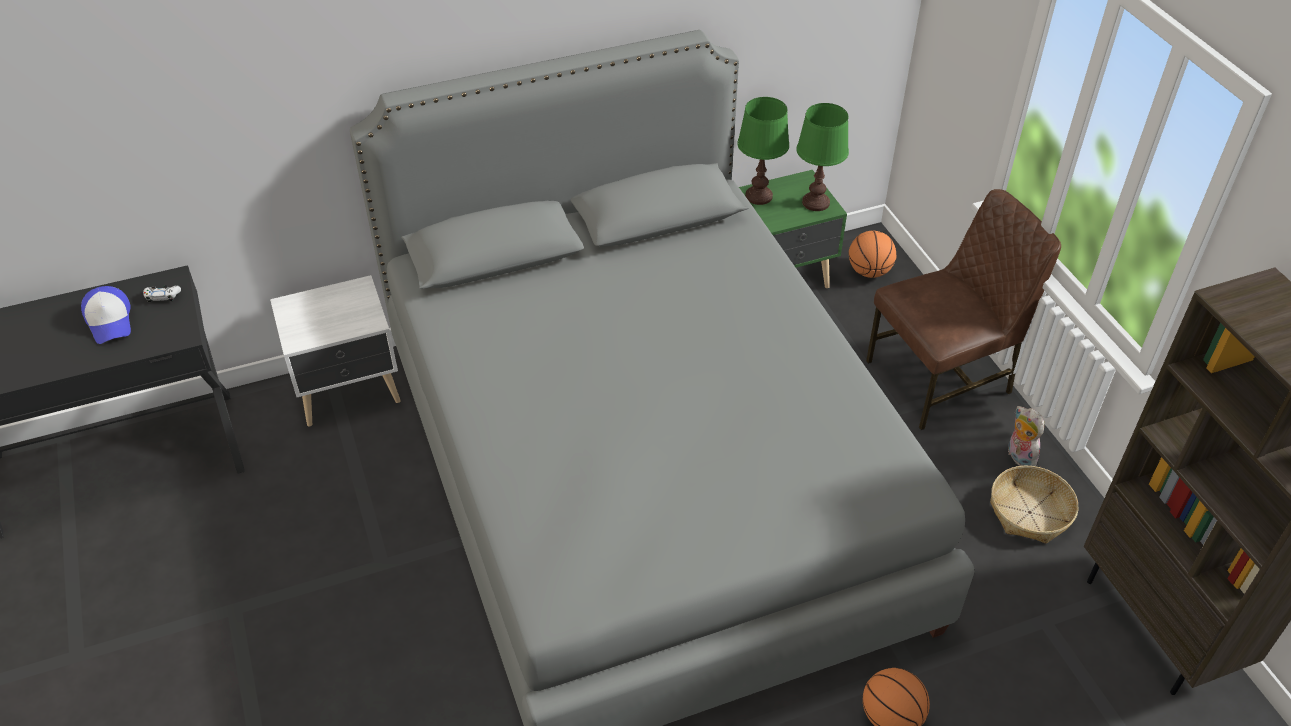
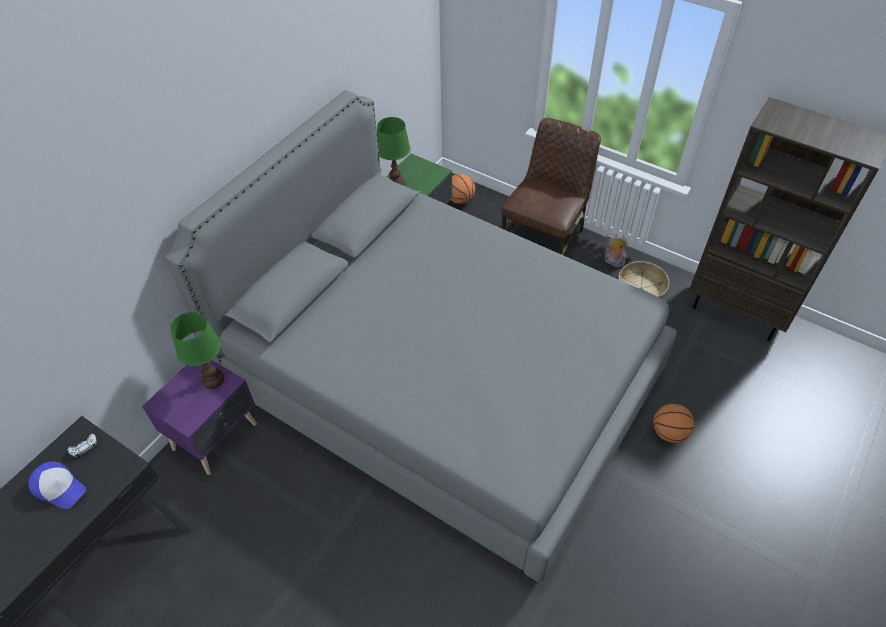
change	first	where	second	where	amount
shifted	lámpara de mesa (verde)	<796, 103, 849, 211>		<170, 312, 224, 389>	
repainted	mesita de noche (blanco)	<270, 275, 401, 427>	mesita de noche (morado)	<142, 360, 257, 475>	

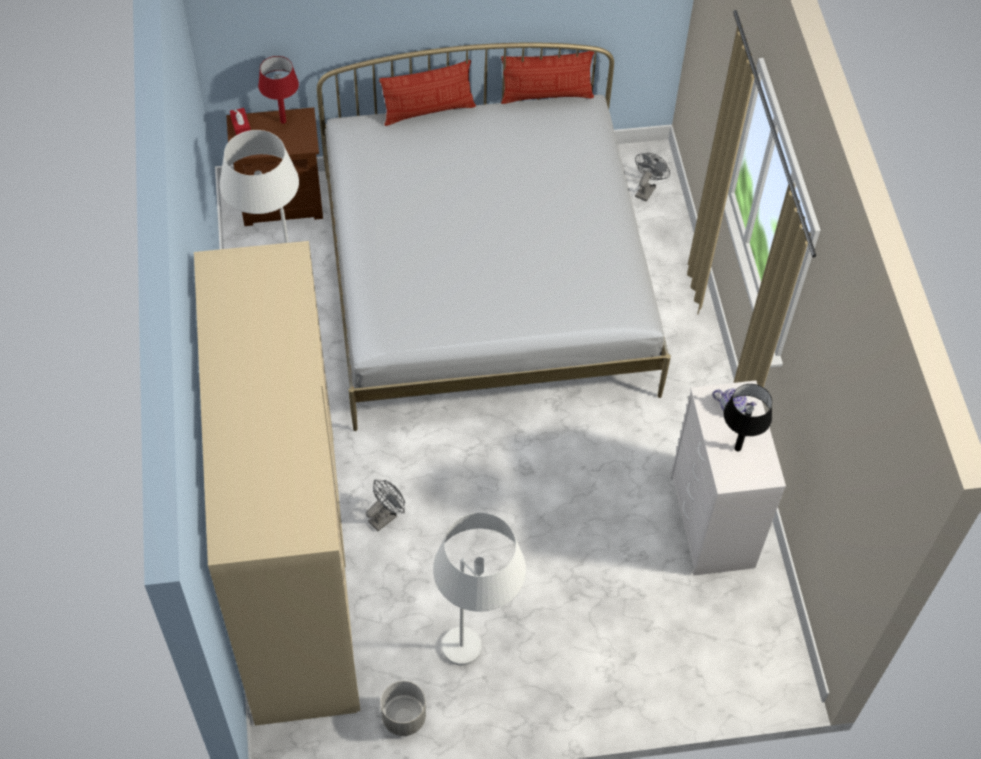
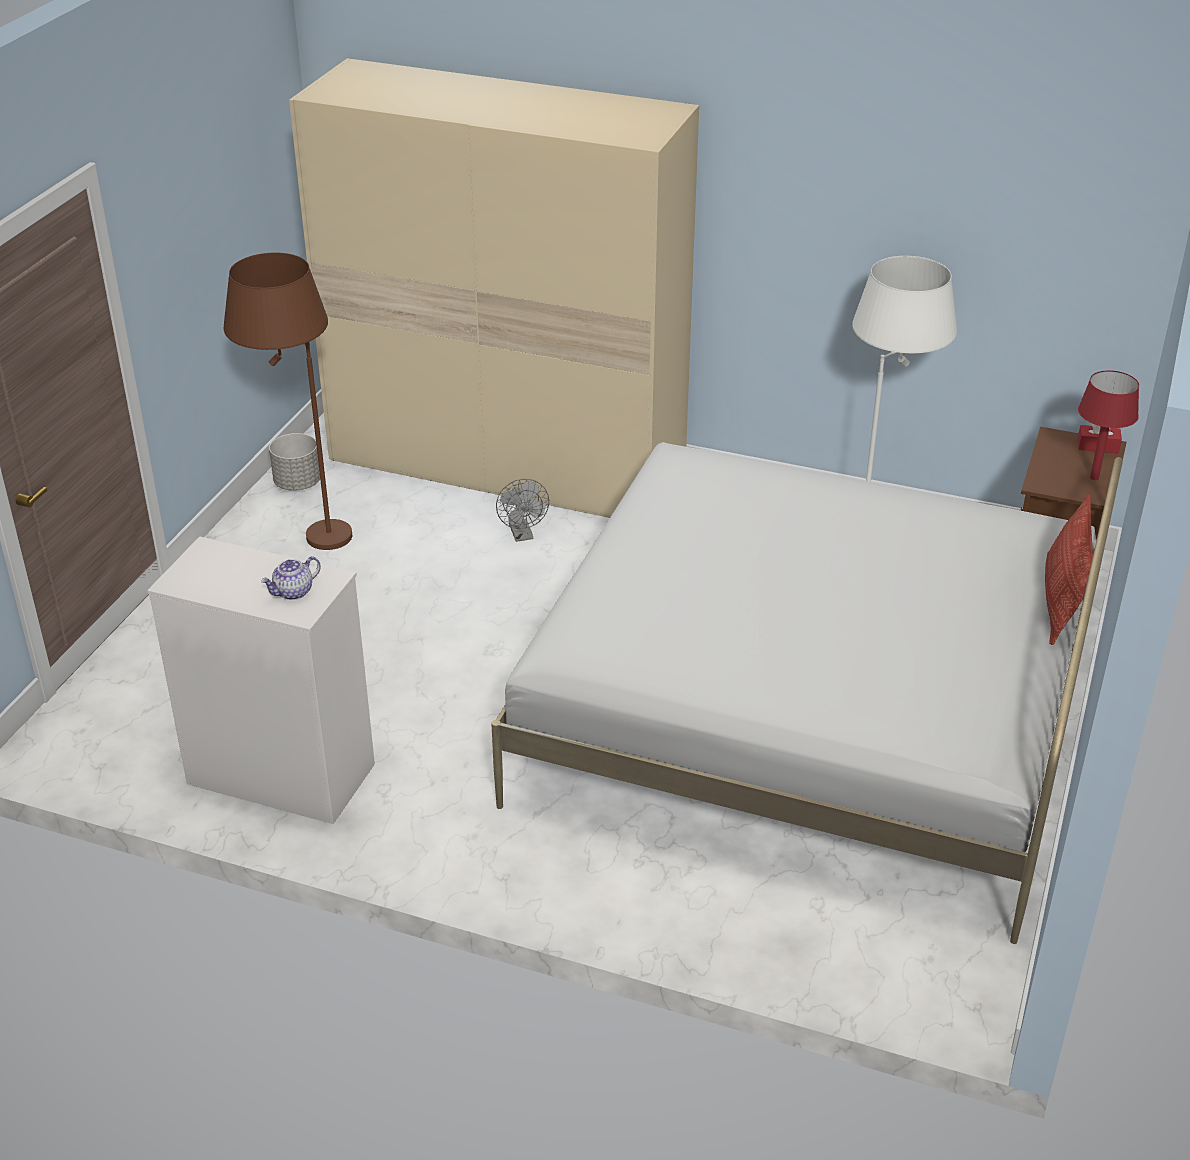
change	first	where	second	where	amount
gone	cojín	<501, 51, 594, 104>			
gone	ventilador (gris)	<635, 153, 670, 202>			
gone	lámpara de mesa (negro)	<724, 384, 772, 452>			
repainted	lámpara de pie (blanco)	<433, 513, 526, 666>	lámpara de pie (marrón)	<224, 253, 352, 550>	

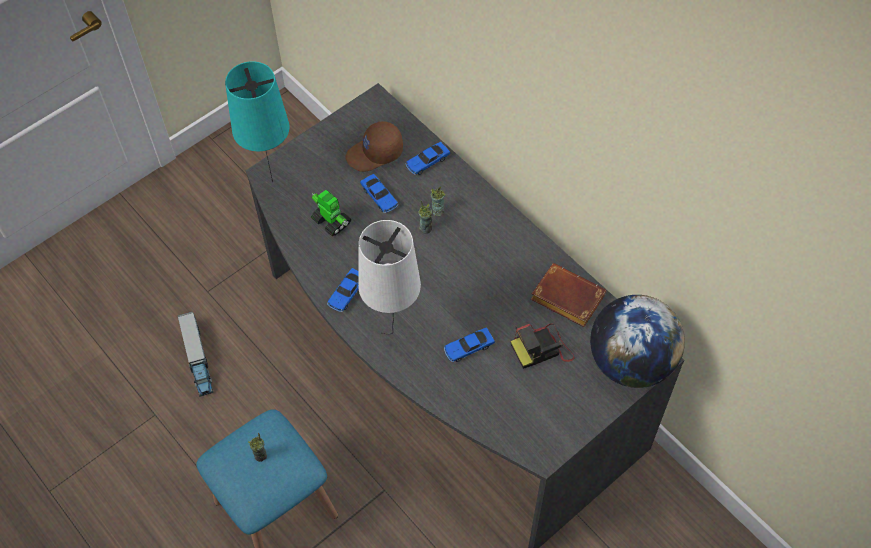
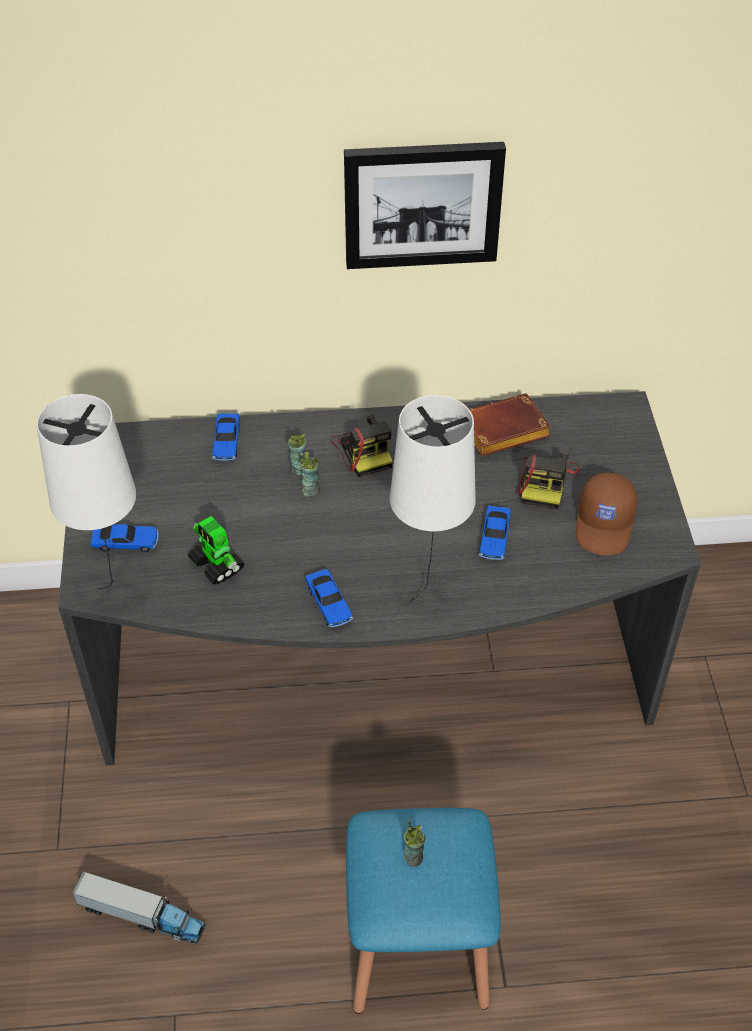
change	first	where	second	where	amount
repainted	lámpara de mesa (turquesa)	<225, 61, 289, 182>	lámpara de mesa (blanco)	<37, 394, 136, 589>	
shifted	gorra (marrón)	<345, 121, 403, 172>		<576, 472, 637, 555>	
shifted	coche de juguete	<360, 174, 399, 213>		<90, 524, 159, 552>	
rotated	robot de juguete	<311, 190, 351, 237>		<188, 516, 245, 585>	120 degrees counterclockwise
gone	globo terráqueo	<590, 295, 685, 388>			
new			cuadro	<344, 142, 506, 269>	
new			cámara	<331, 415, 393, 477>	

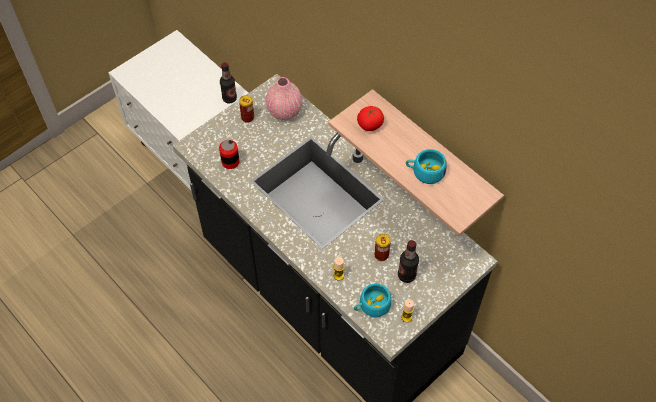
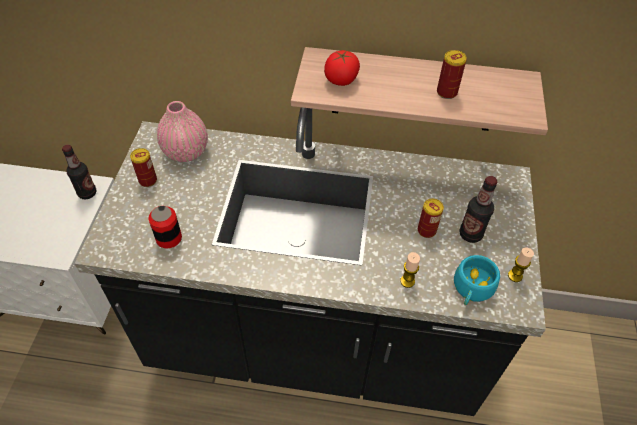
change	first	where	second	where	amount
swapped	taza (turquesa)	<406, 149, 446, 184>	lata	<437, 50, 467, 99>	

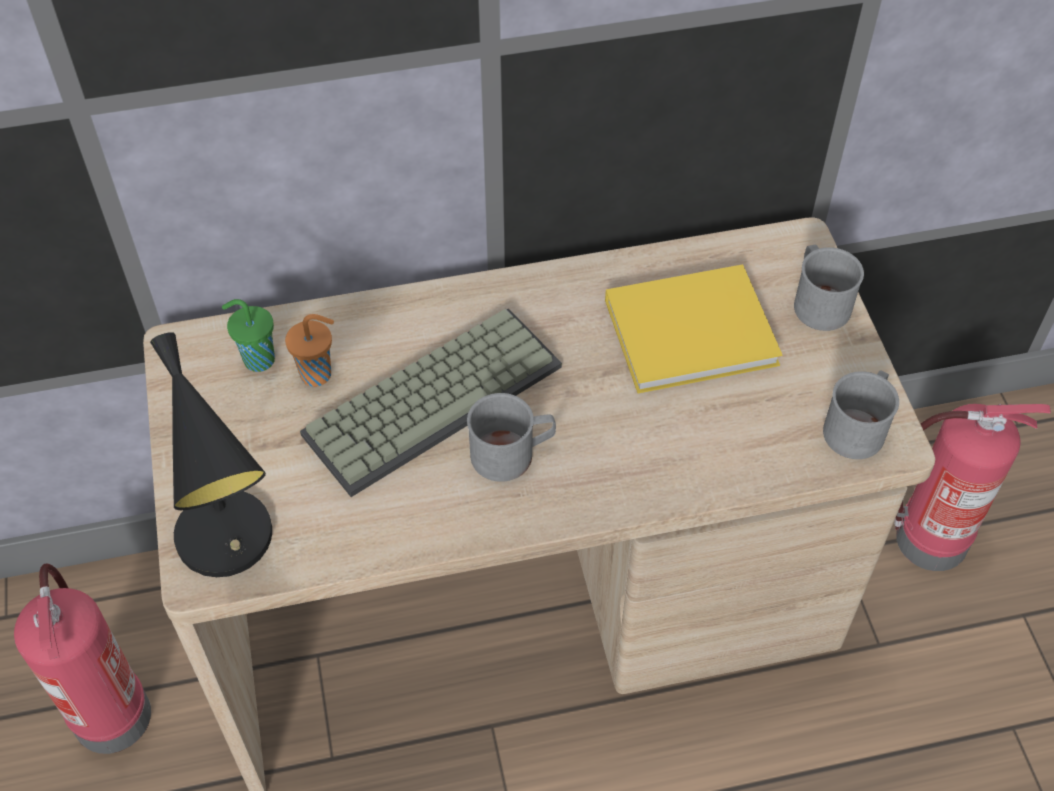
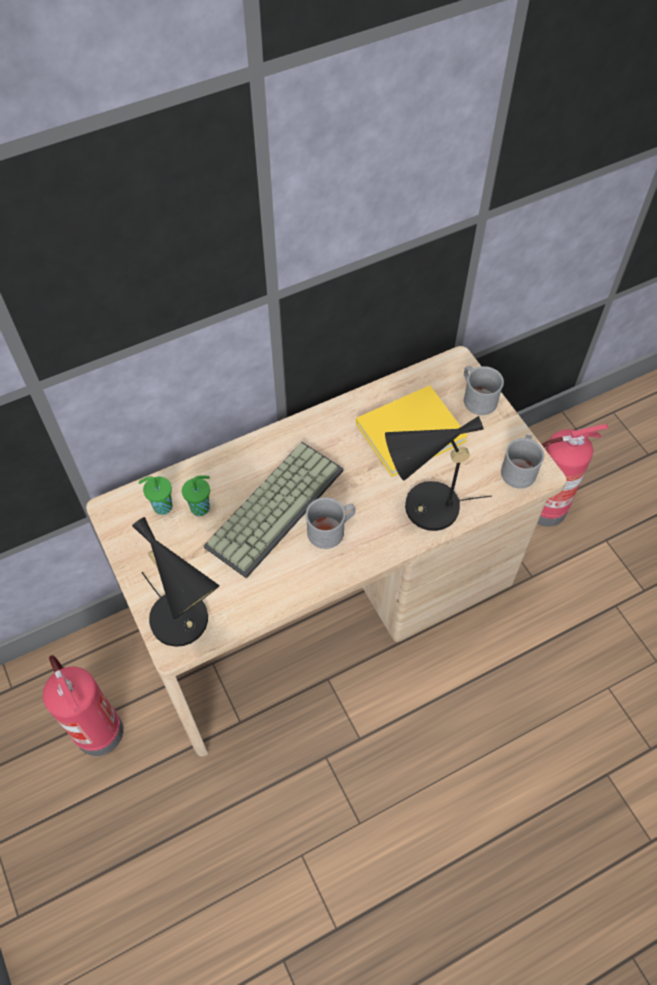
change	first	where	second	where	amount
repainted	taza (naranja)	<285, 314, 334, 387>	taza (verde)	<182, 475, 210, 516>	
new			lámpara de mesa (negro)	<385, 416, 492, 531>	

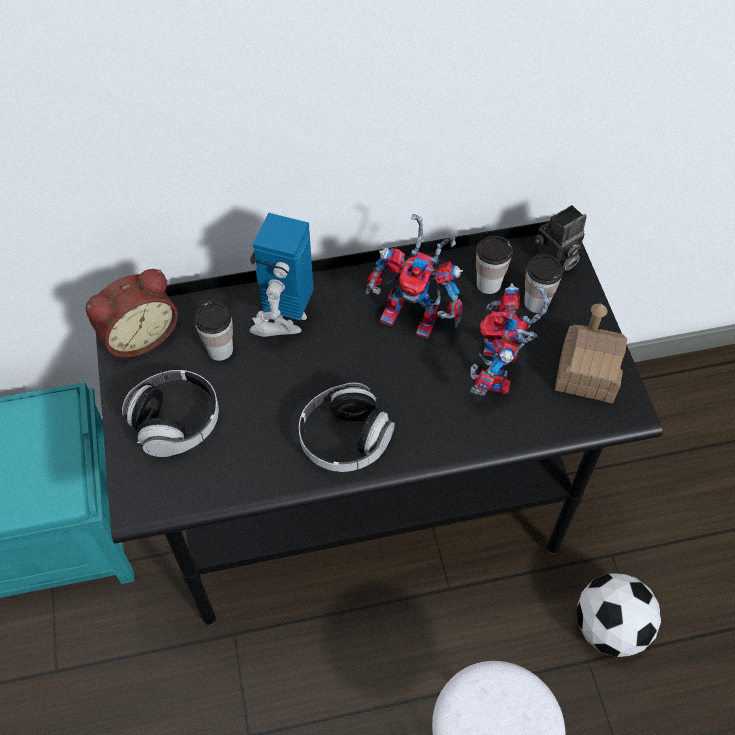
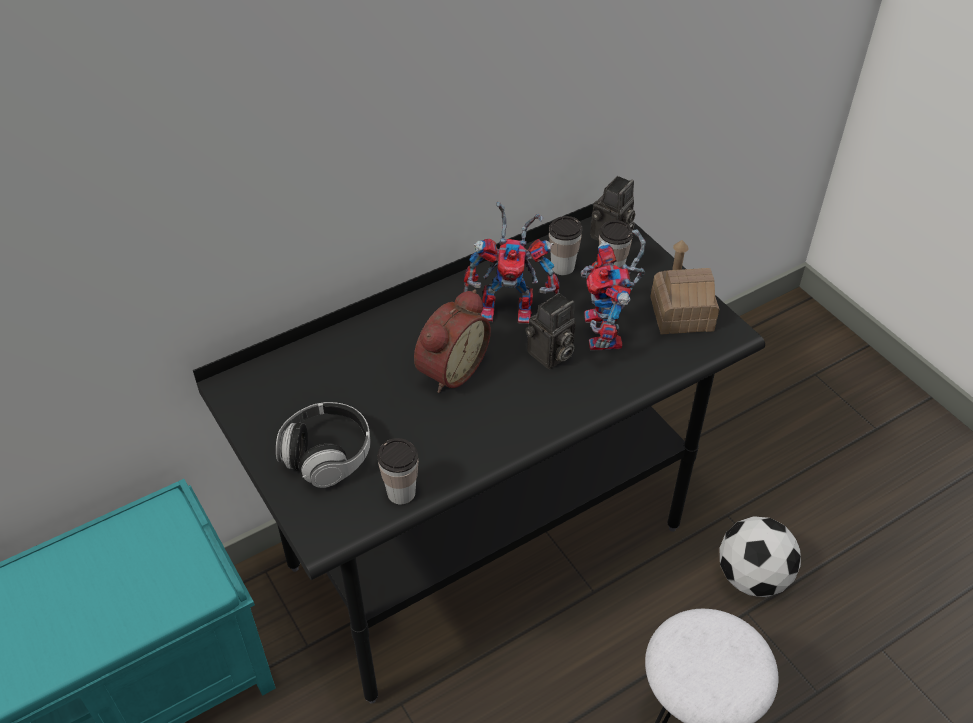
change	first	where	second	where	amount
gone	robot de juguete	<250, 213, 314, 337>			
shifted	despertador	<86, 269, 178, 358>		<414, 289, 491, 393>	
shifted	taza	<194, 301, 233, 361>		<377, 438, 418, 504>	
gone	auriculares	<299, 383, 395, 472>			
new			cámara	<526, 293, 576, 369>	

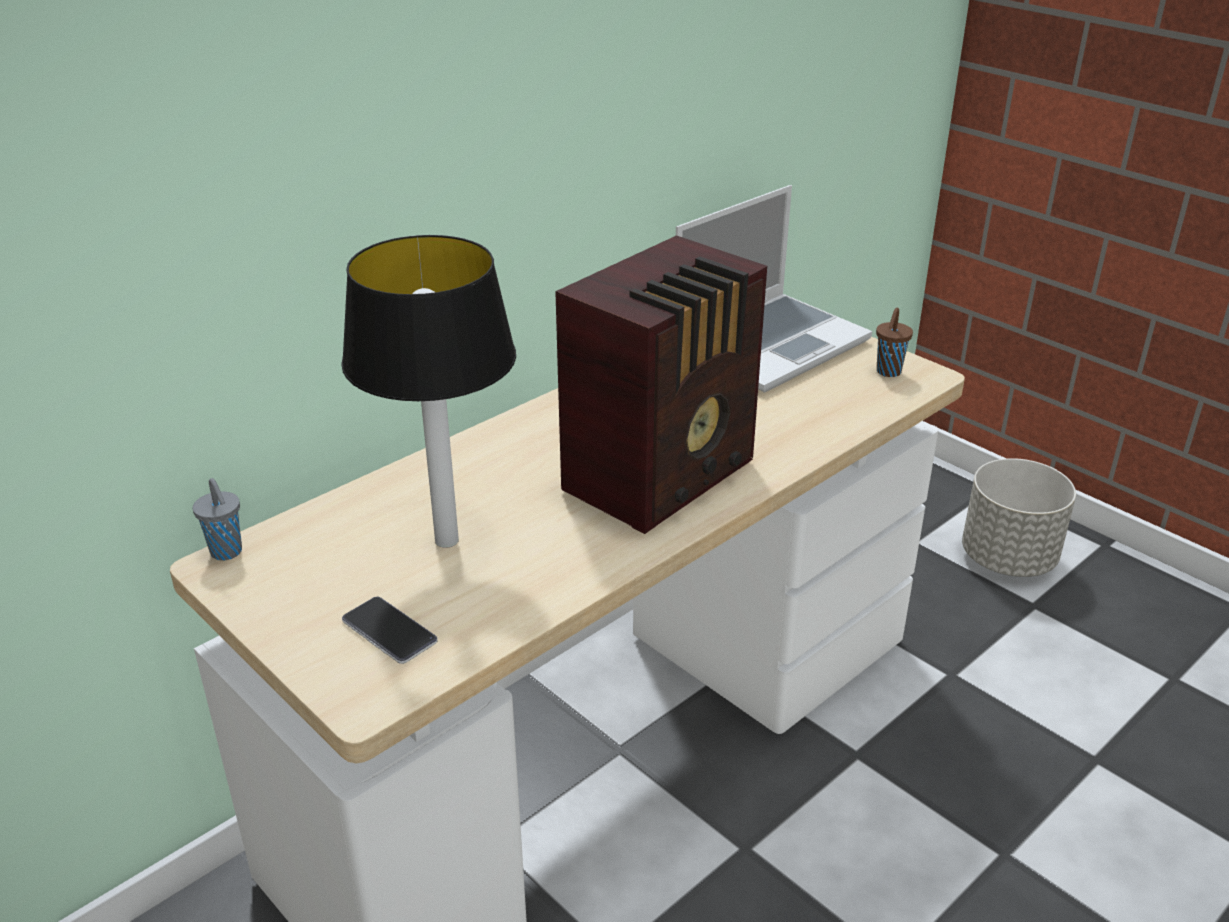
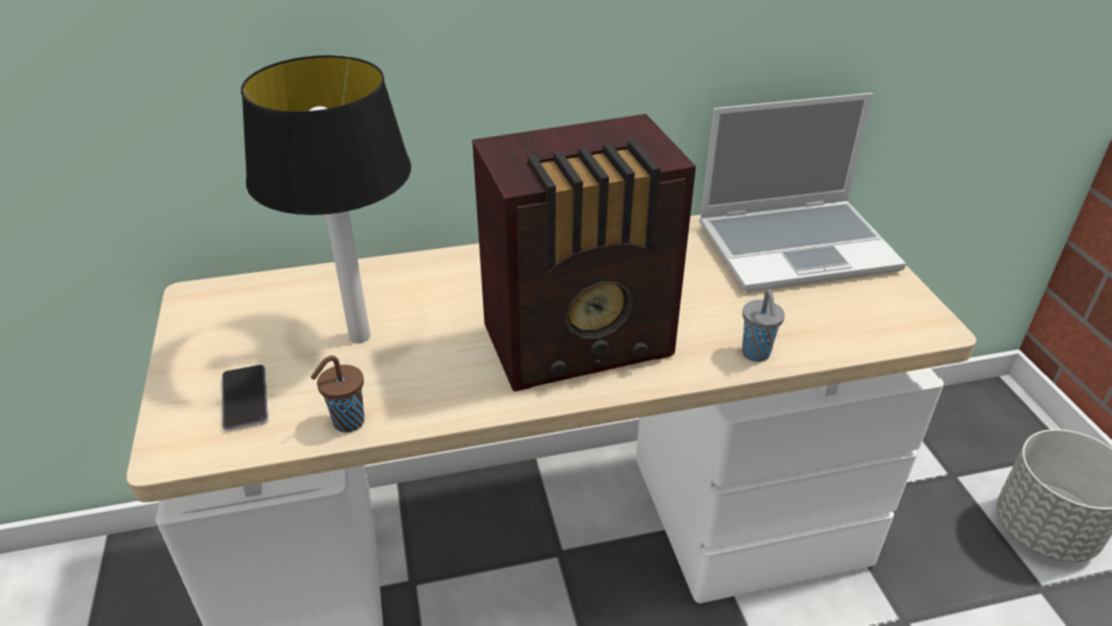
change	first	where	second	where	amount
shifted	taza (marrón)	<876, 308, 913, 377>		<311, 355, 364, 433>	
shifted	taza (gris)	<193, 478, 242, 560>		<742, 289, 785, 362>	

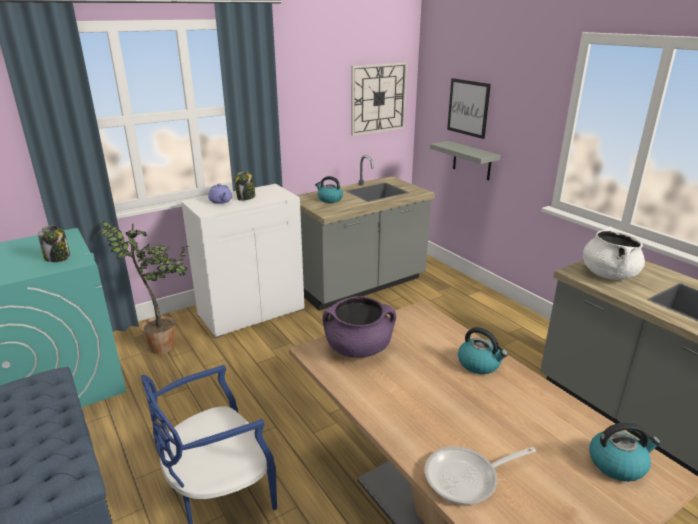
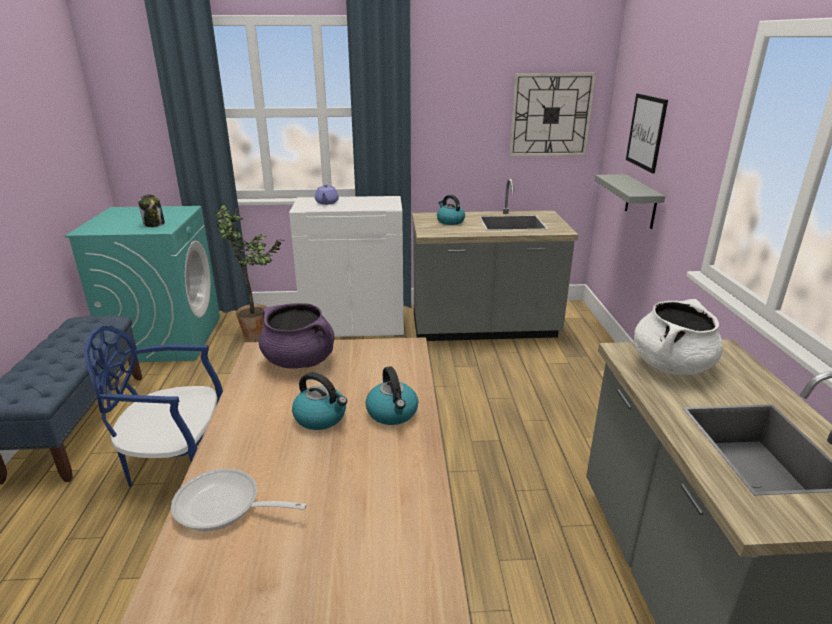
change	first	where	second	where	amount
gone	tarro	<234, 171, 256, 201>			
shifted	hervidor	<589, 422, 661, 482>		<292, 372, 347, 430>	

